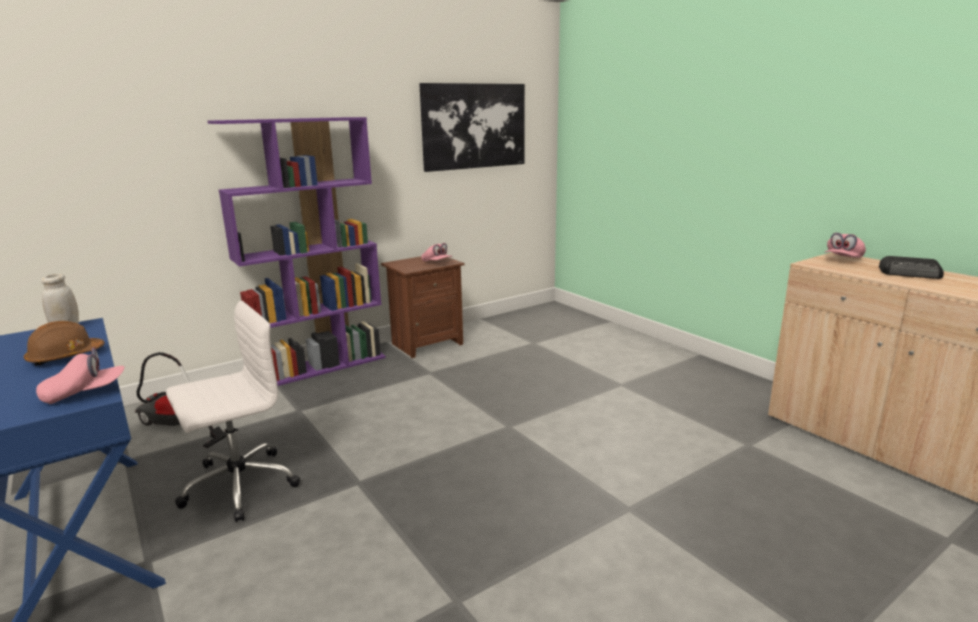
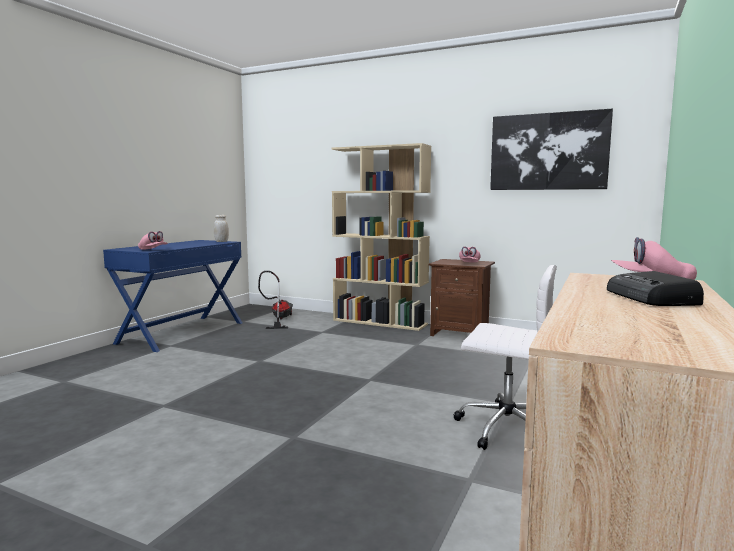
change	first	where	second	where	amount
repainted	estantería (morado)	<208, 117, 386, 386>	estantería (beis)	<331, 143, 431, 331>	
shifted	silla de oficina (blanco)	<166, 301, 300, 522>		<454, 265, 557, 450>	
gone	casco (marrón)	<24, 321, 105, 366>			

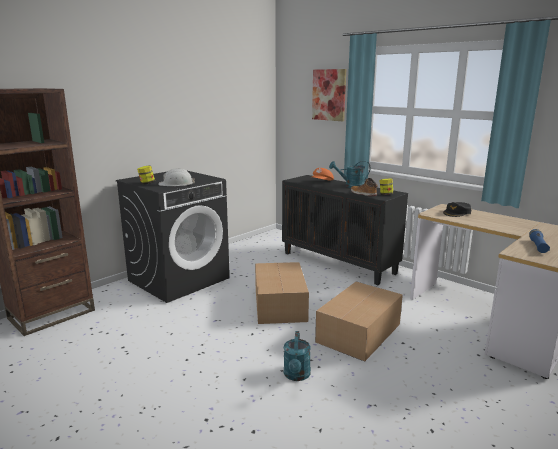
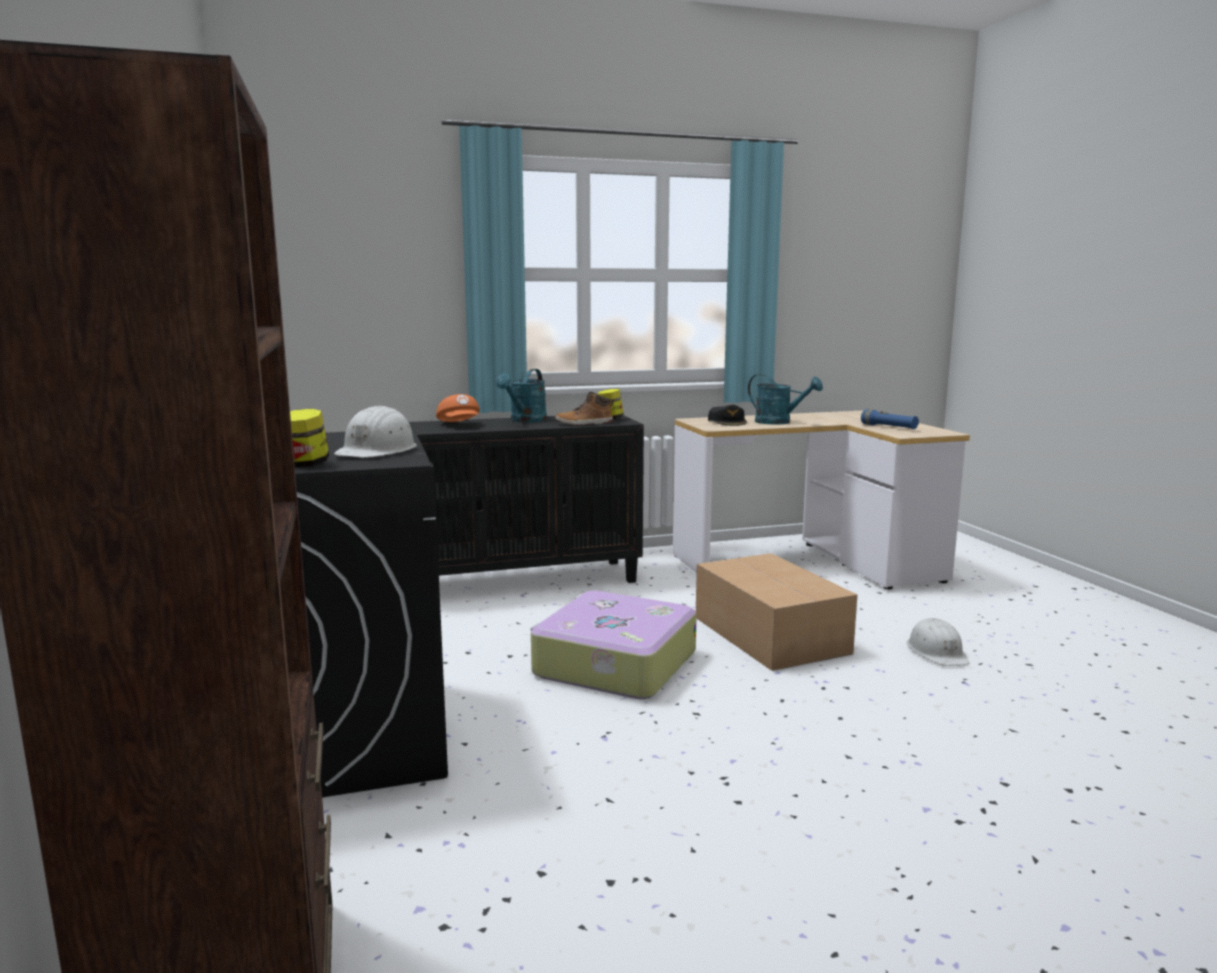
change	first	where	second	where	amount
gone	cuadro	<312, 69, 346, 121>			
swapped	caja de cartón	<255, 262, 309, 324>	maleta	<531, 591, 697, 699>	
shifted	regadera (turquesa)	<284, 331, 311, 381>		<748, 374, 823, 425>	
new			casco (blanco)	<907, 618, 969, 666>	

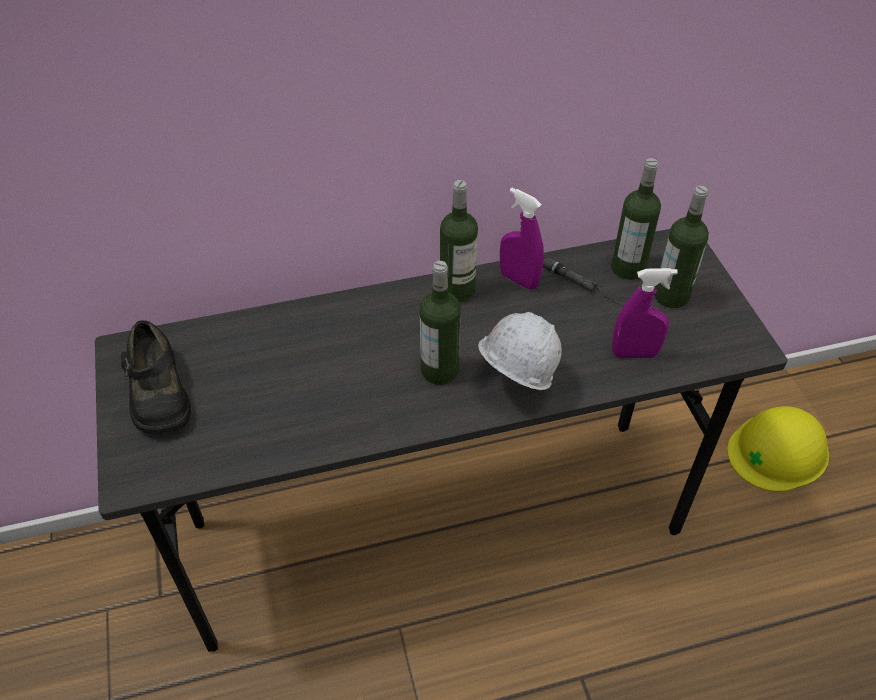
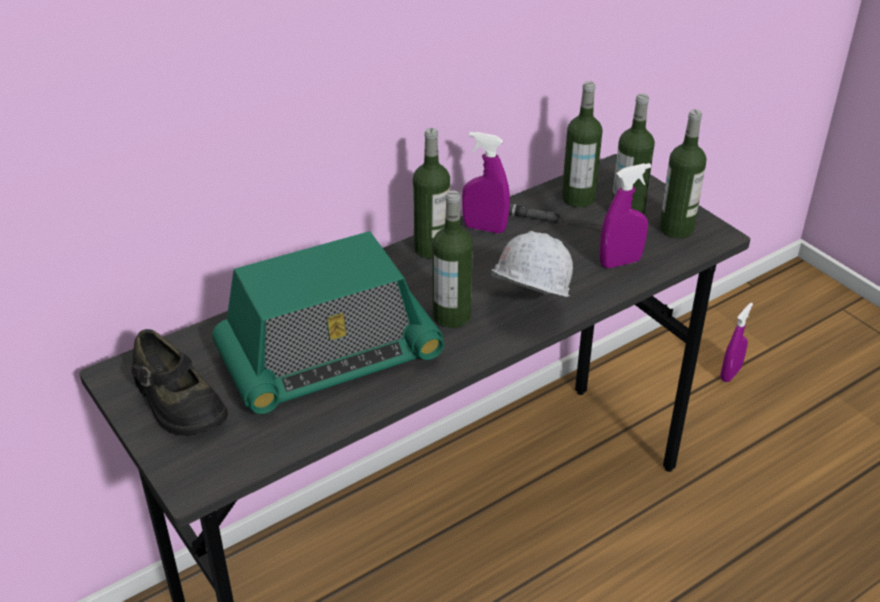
change	first	where	second	where	amount
swapped	casco (amarillo)	<727, 406, 829, 492>	pulverizador (morado)	<720, 303, 753, 382>	
new			botella	<659, 109, 706, 239>	
new			radio	<212, 231, 444, 414>	

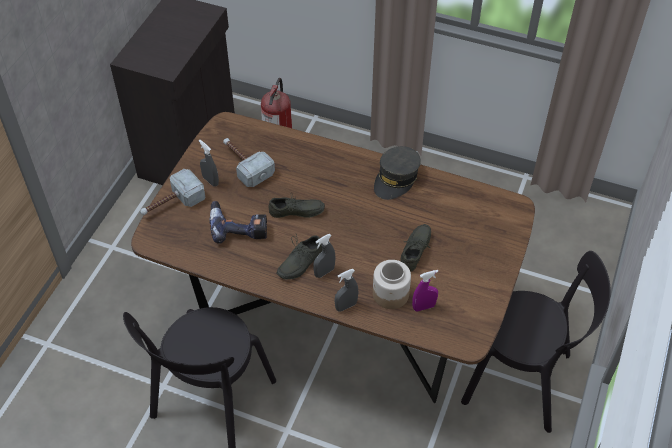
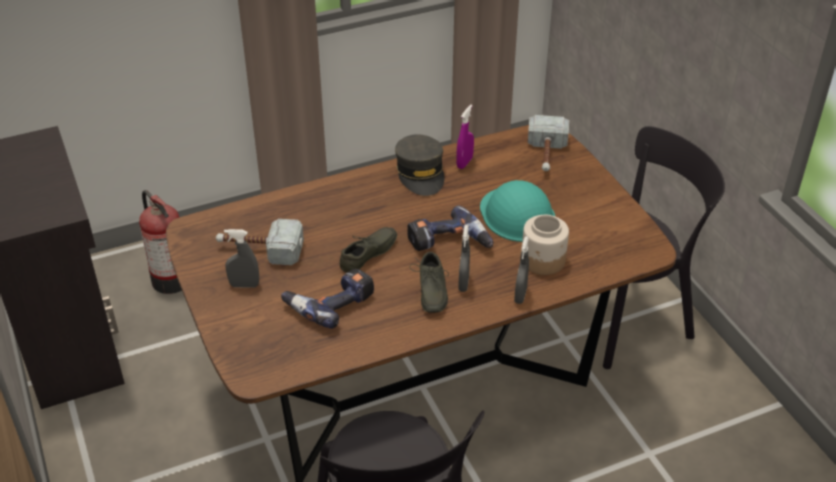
change	first	where	second	where	amount
shifted	martillo	<140, 169, 206, 215>		<527, 115, 569, 171>	
swapped	zapato (gris)	<400, 224, 431, 272>	casco (turquesa)	<480, 180, 555, 242>	
shifted	pulverizador (morado)	<412, 270, 438, 311>		<456, 105, 474, 169>	
new			taladro	<407, 206, 494, 251>	

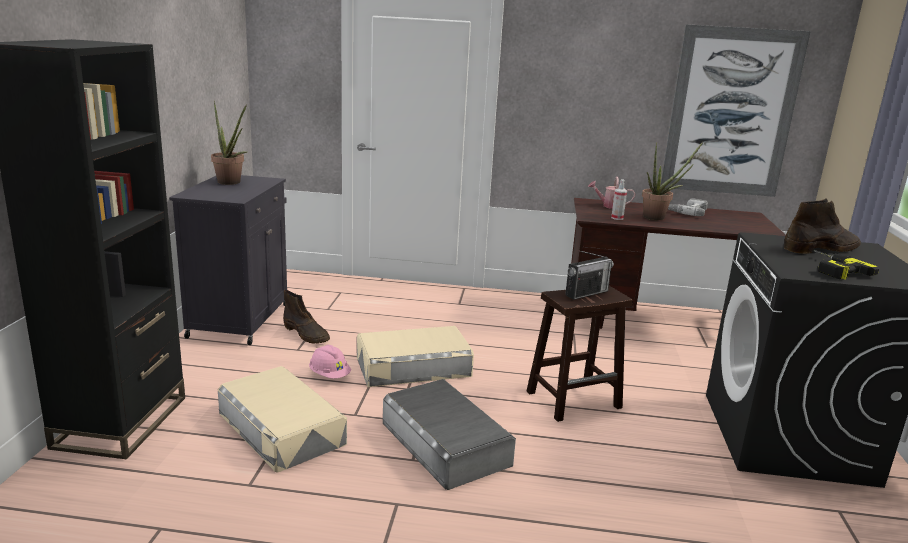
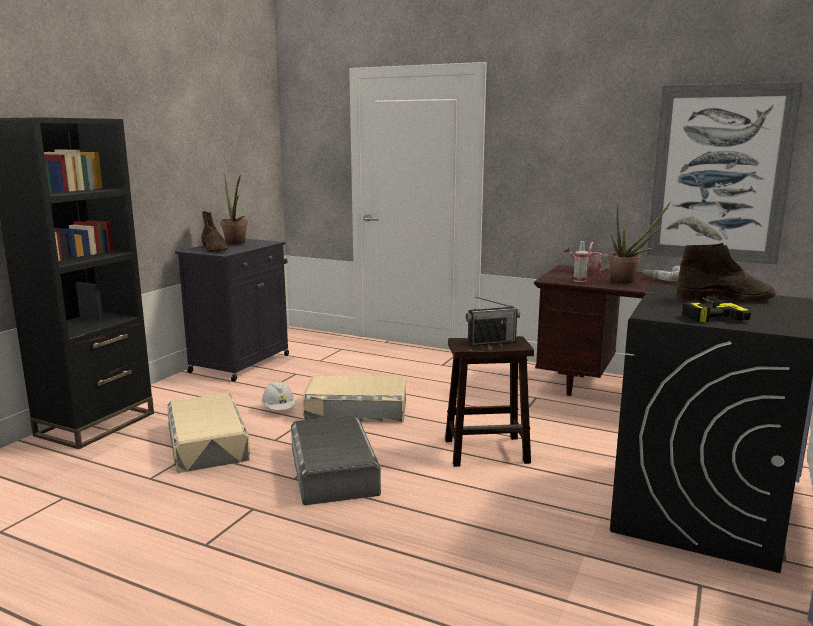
change	first	where	second	where	amount
shifted	bota (marrón)	<283, 290, 330, 344>		<201, 211, 229, 252>	
repainted	casco (rosa)	<309, 345, 351, 379>	casco (blanco)	<262, 381, 295, 410>	

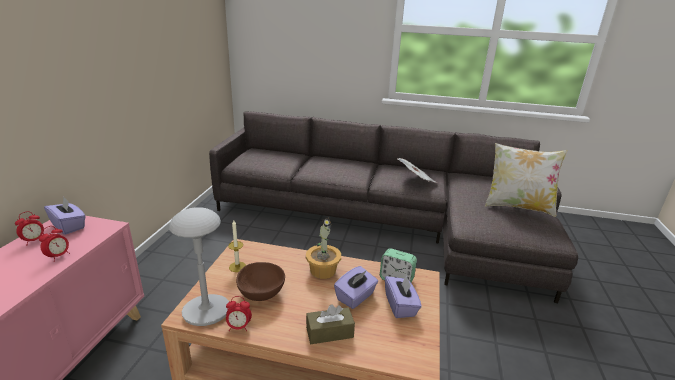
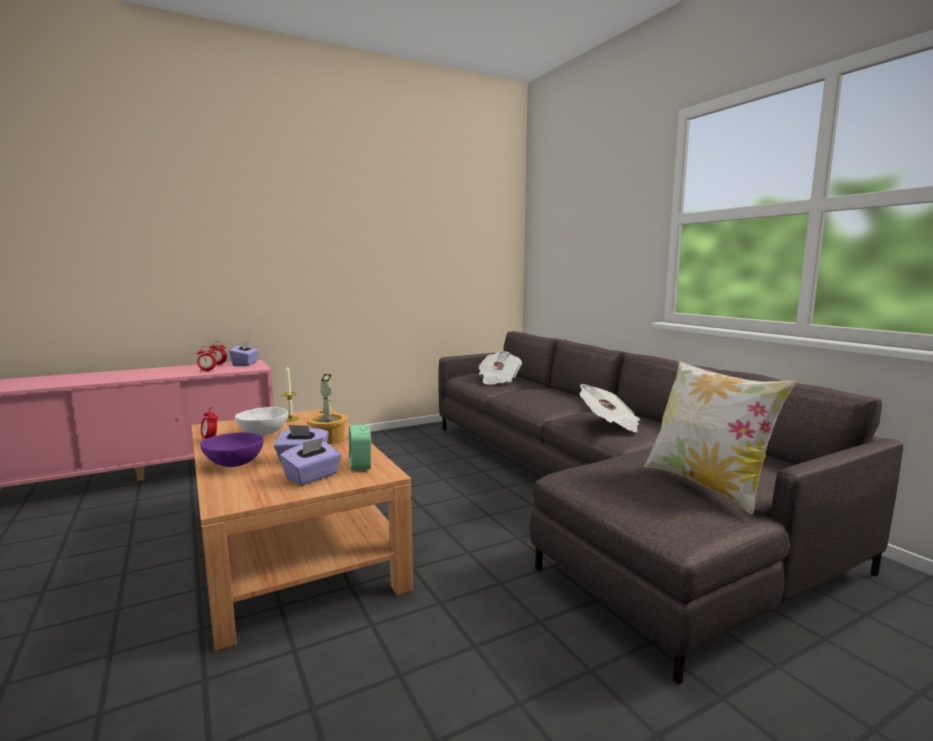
change	first	where	second	where	amount
gone	lámpara de mesa (gris)	<169, 207, 229, 326>			
repainted	cuenco (marrón)	<236, 262, 285, 301>	cuenco (blanco)	<235, 407, 288, 435>	
swapped	caja de pañuelos (marrón)	<306, 304, 355, 344>	cuenco (morado)	<200, 432, 264, 467>	
new			periódico	<478, 351, 522, 385>	

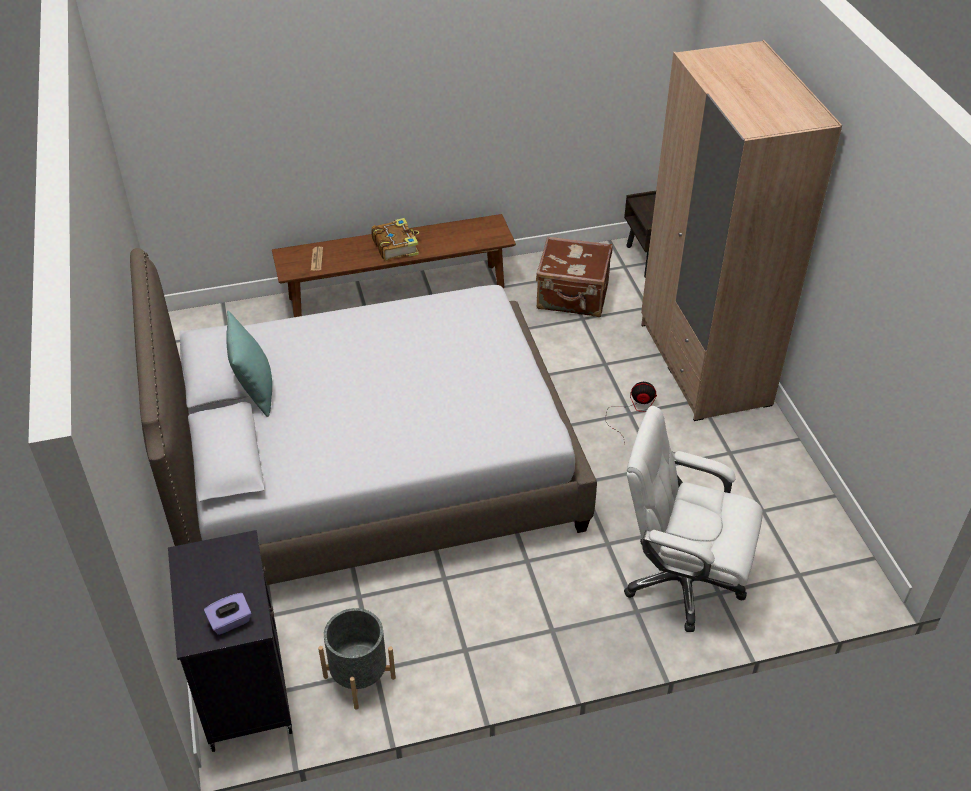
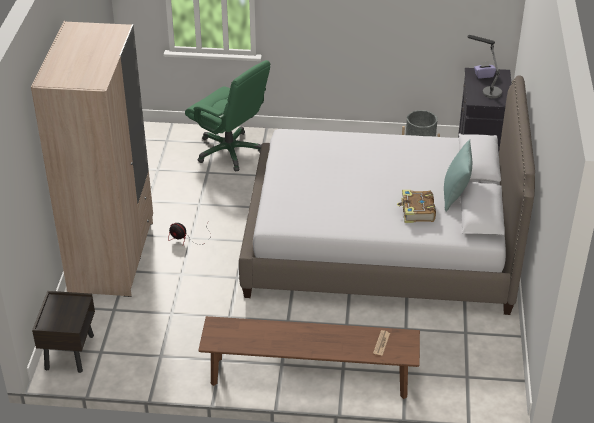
change	first	where	second	where	amount
shifted	libro	<371, 218, 419, 261>		<397, 190, 436, 223>	
gone	maleta (marrón)	<536, 236, 613, 317>			
repainted	silla de oficina (blanco)	<624, 406, 763, 632>	silla de oficina (verde)	<185, 60, 270, 171>	
new			lámpara de mesa	<467, 35, 502, 98>	

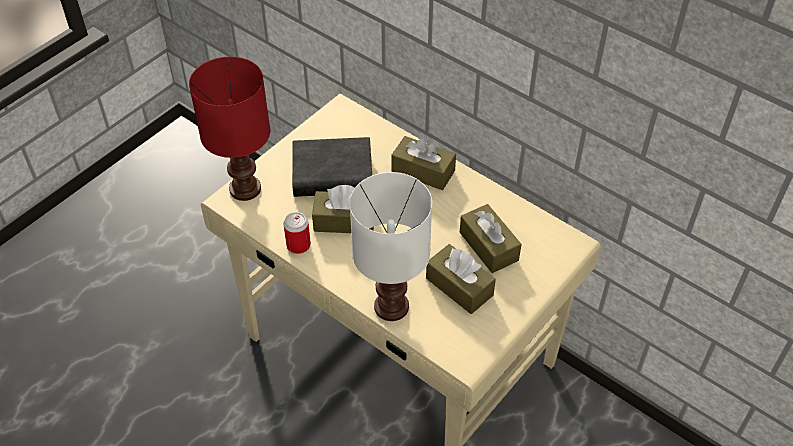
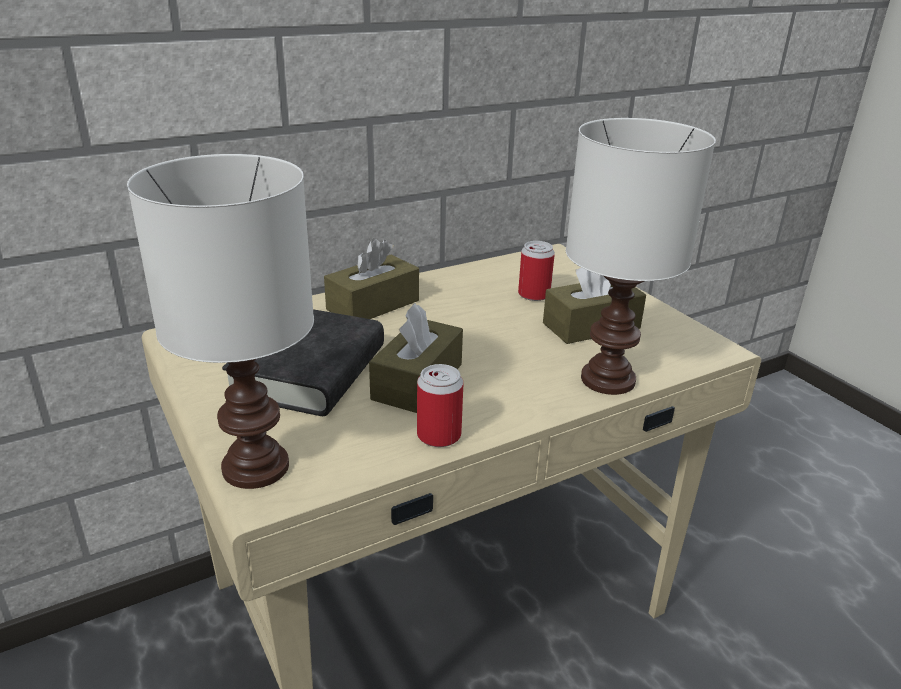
change	first	where	second	where	amount
repainted	lámpara de mesa (rojo)	<189, 57, 270, 201>	lámpara de mesa (blanco)	<127, 154, 314, 489>	
swapped	caja de pañuelos (marrón)	<460, 204, 521, 273>	lata	<518, 241, 555, 301>	

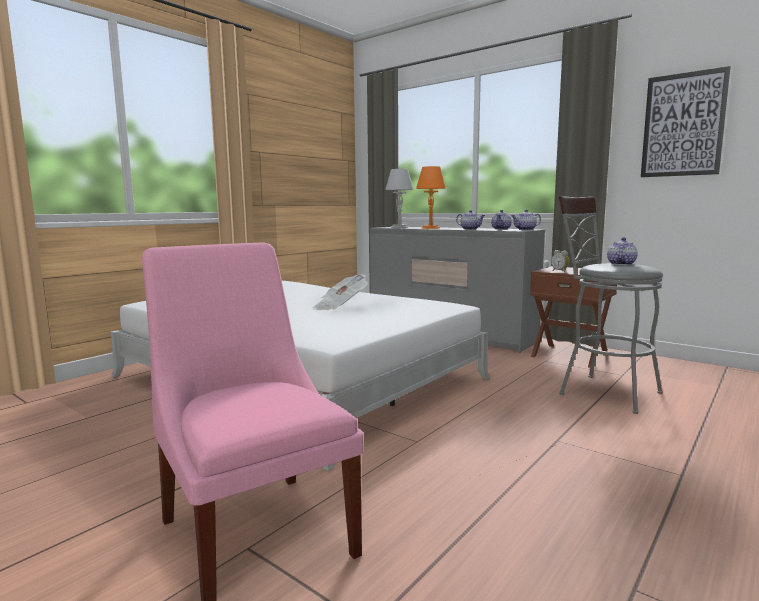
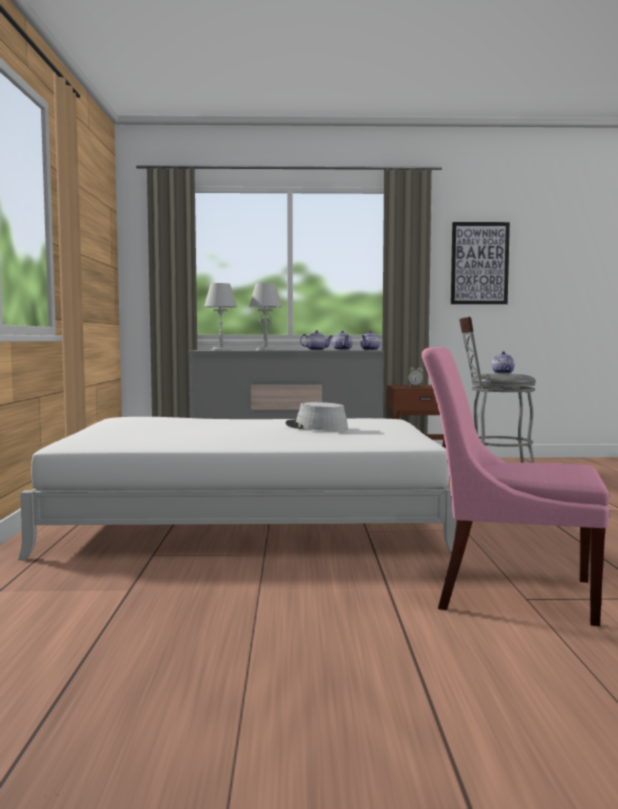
change	first	where	second	where	amount
repainted	lámpara de mesa (naranja)	<416, 166, 446, 229>	lámpara de mesa (gris)	<249, 283, 282, 350>	
swapped	periódico	<312, 274, 368, 310>	sombrero (gris)	<286, 402, 348, 431>	

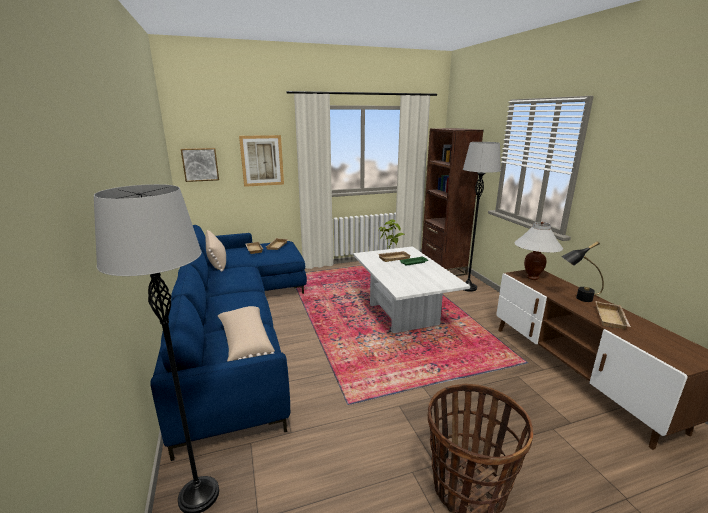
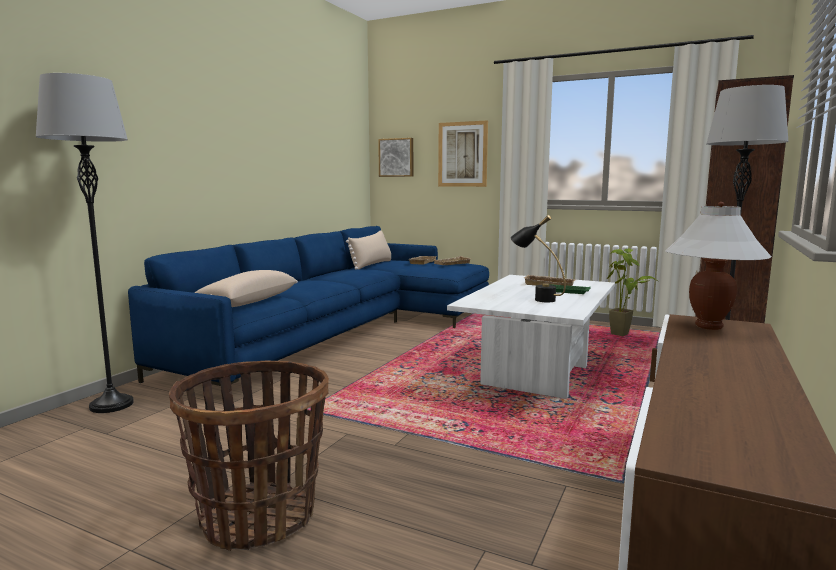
change	first	where	second	where	amount
shifted	lámpara de mesa (negro)	<561, 241, 604, 302>		<511, 215, 566, 302>	
gone	bandeja (beis)	<595, 301, 631, 329>			

